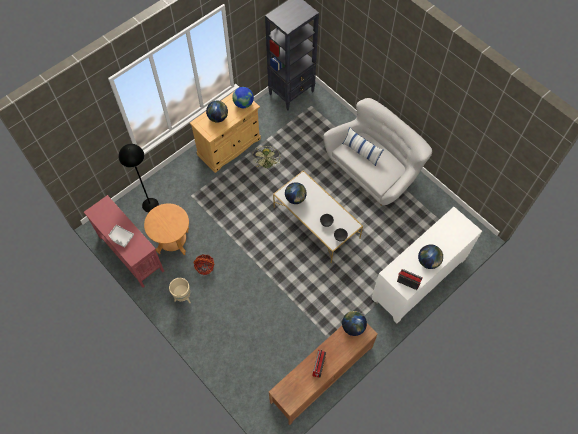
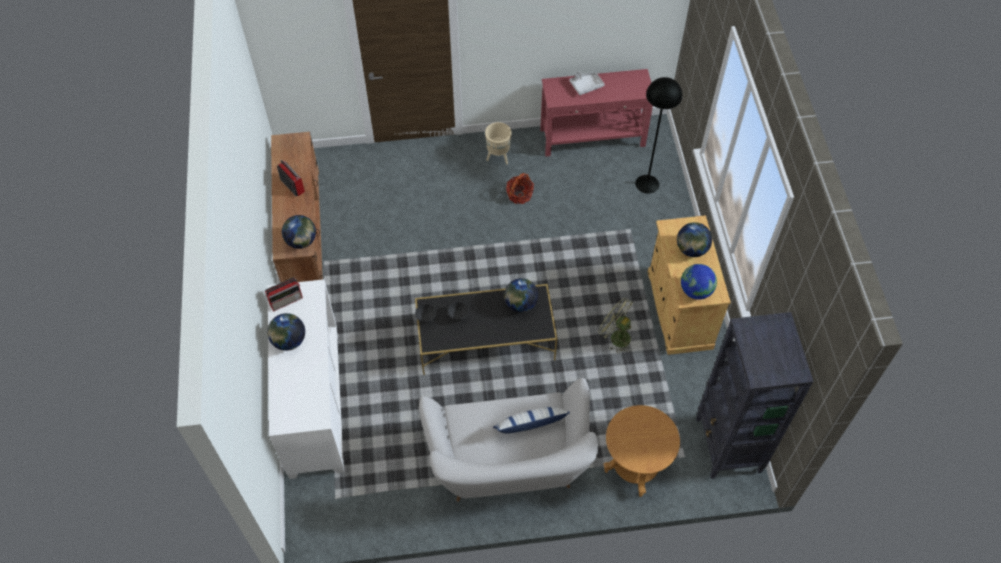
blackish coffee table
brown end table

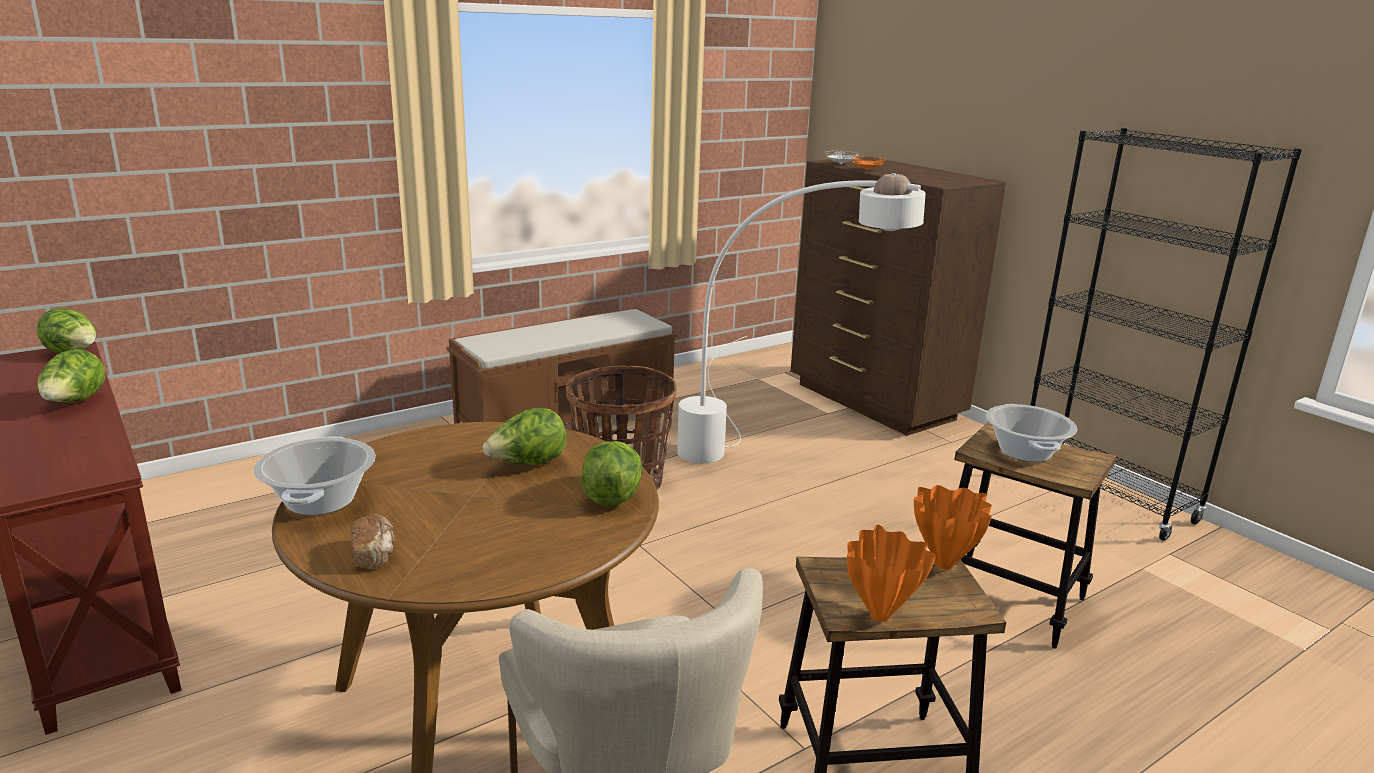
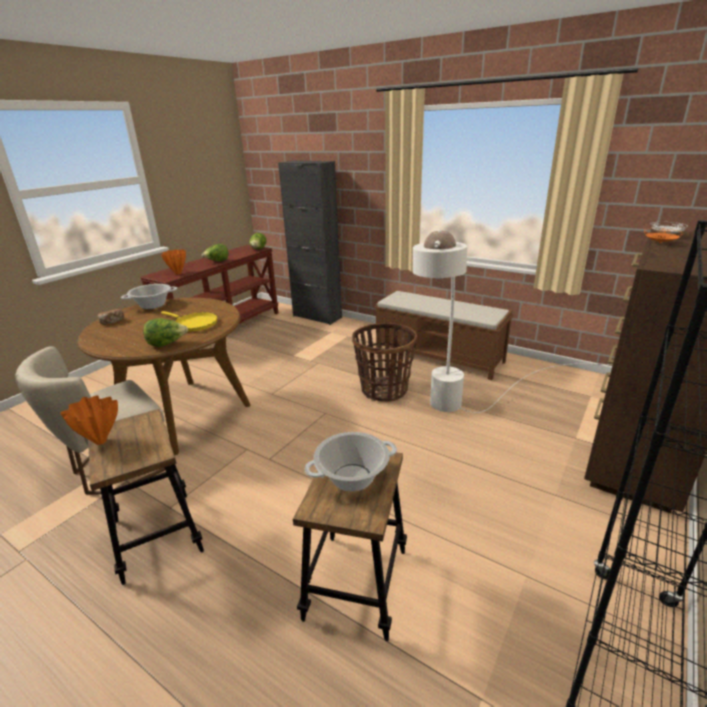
orange-coloured flower vase (no. 2 from left)
yellowish skillet
blackish cupboard

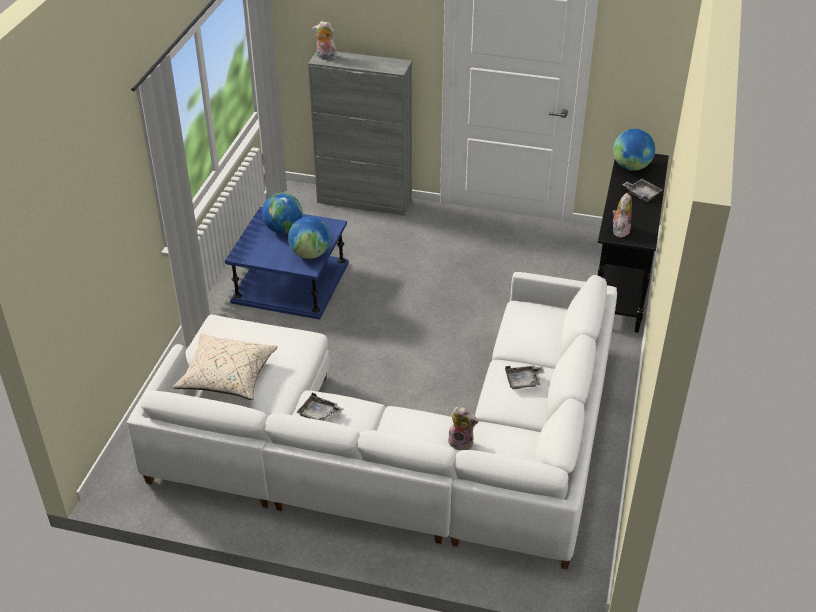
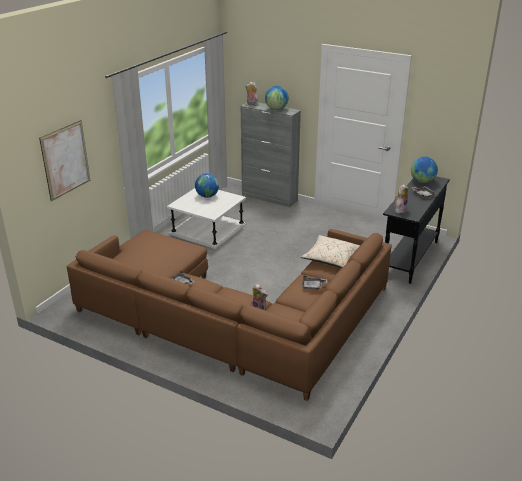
wall art
brown couch
whitish end table
globe (no. 2 from left)
beige pillow

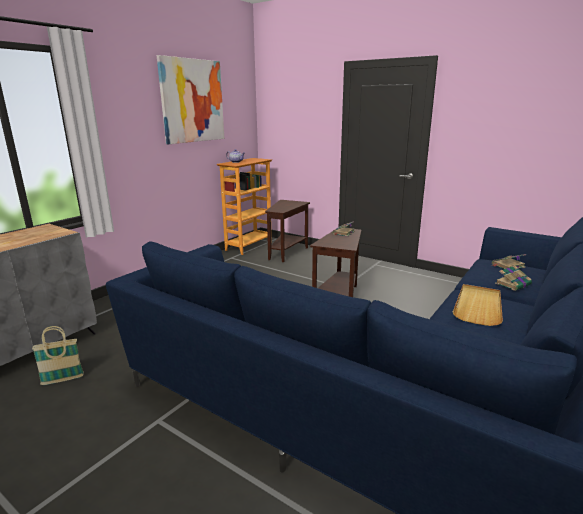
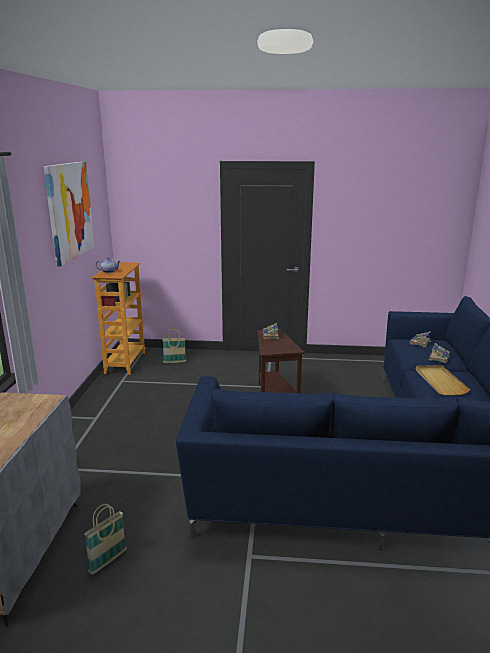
basket (no. 2 from left)

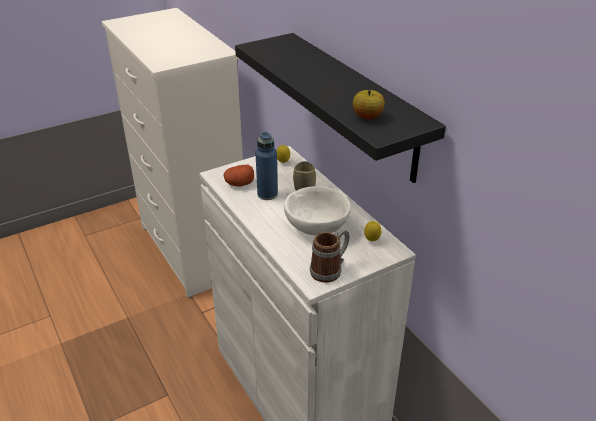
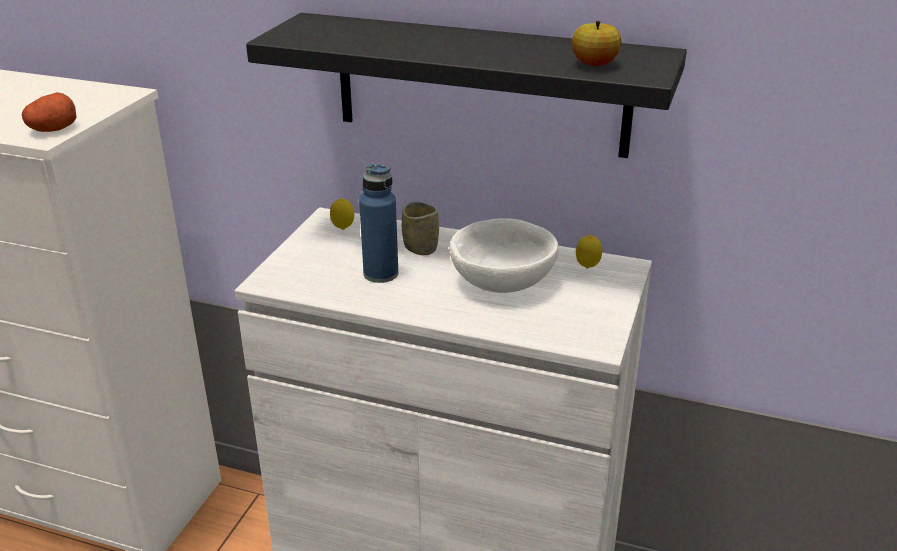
spud
mug

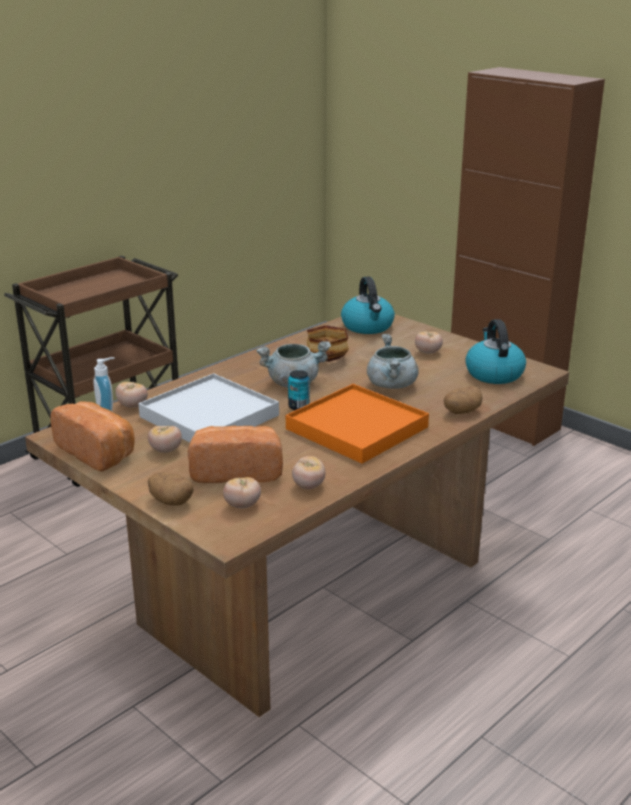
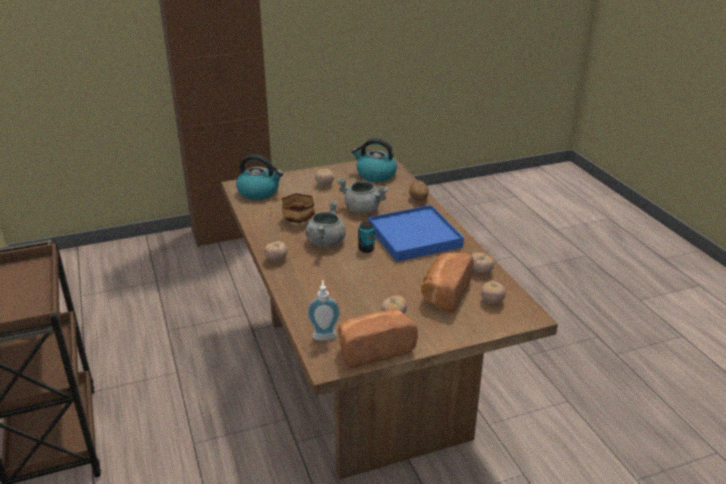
tomato (no. 1 from left)
blue tray
whitish tray
spud (no. 1 from left in the first image)

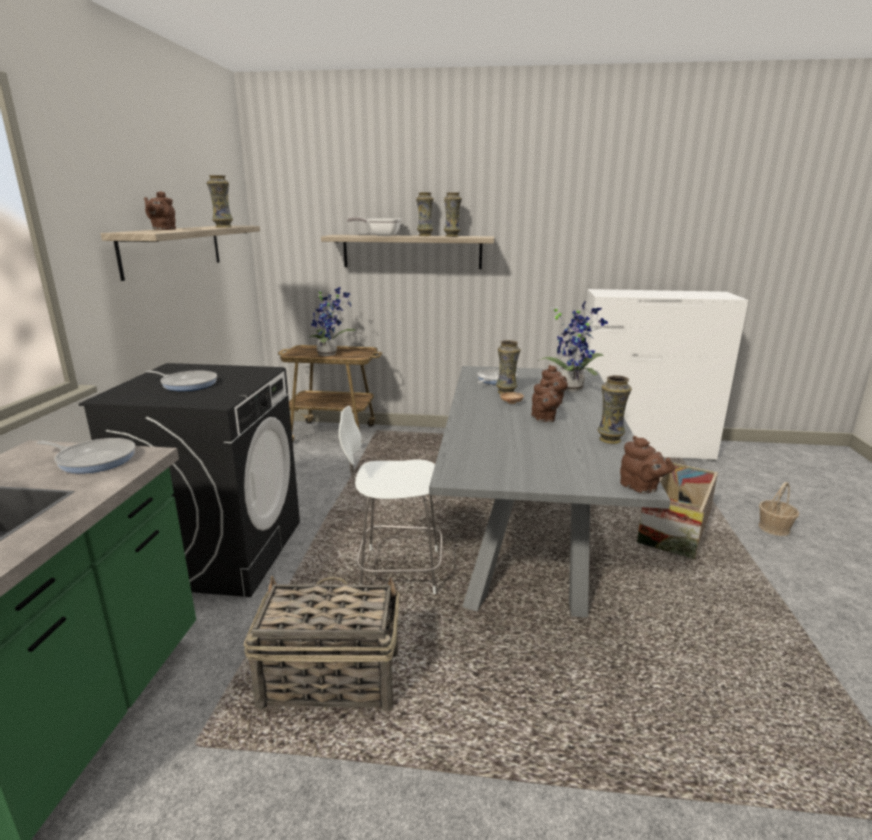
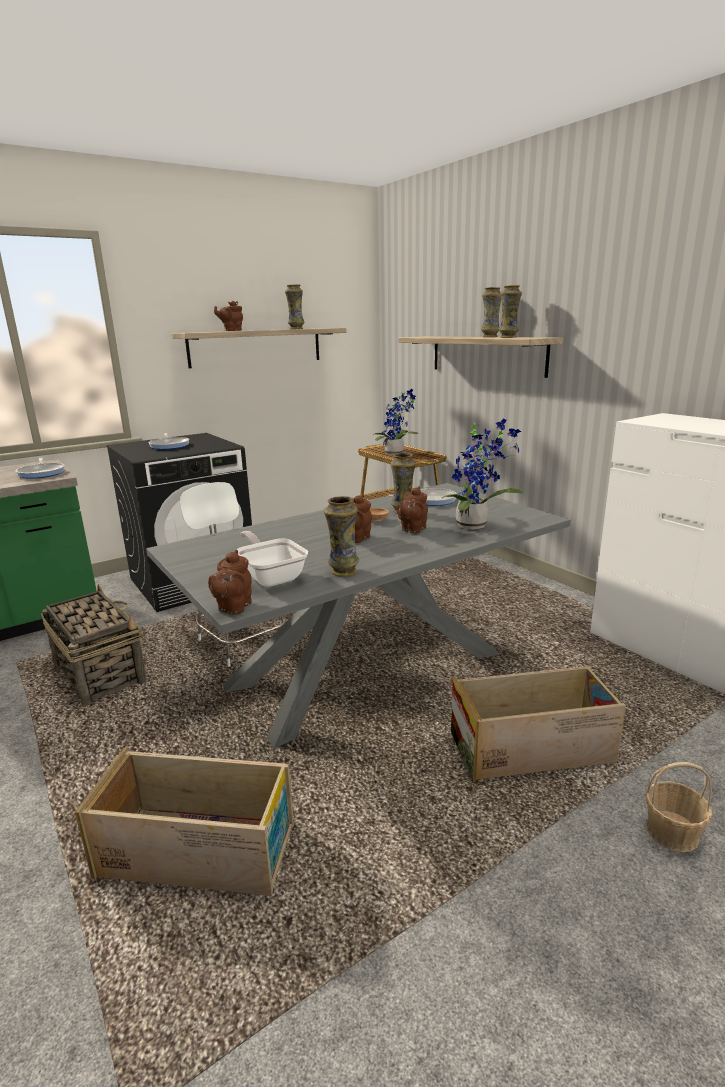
shipping crate (no. 1 from left)
skillet (no. 3 from left)

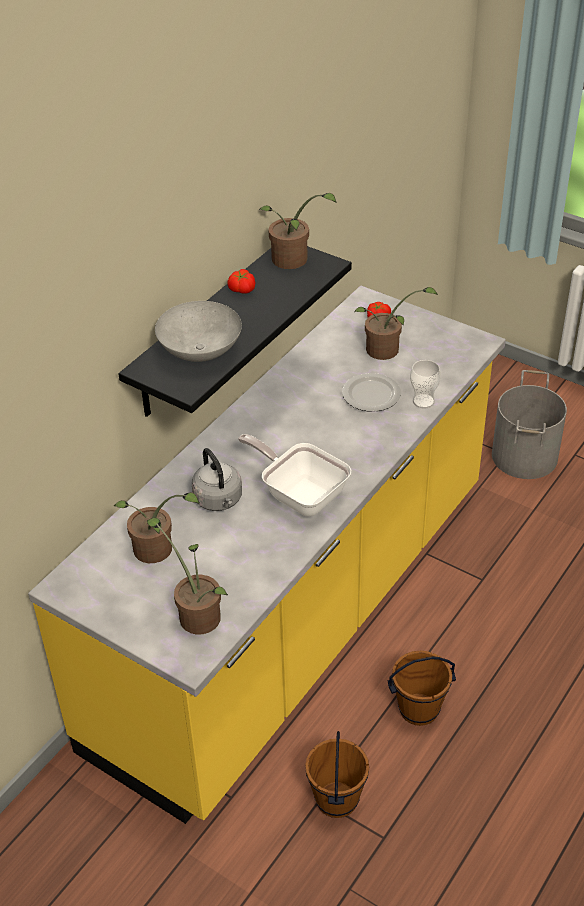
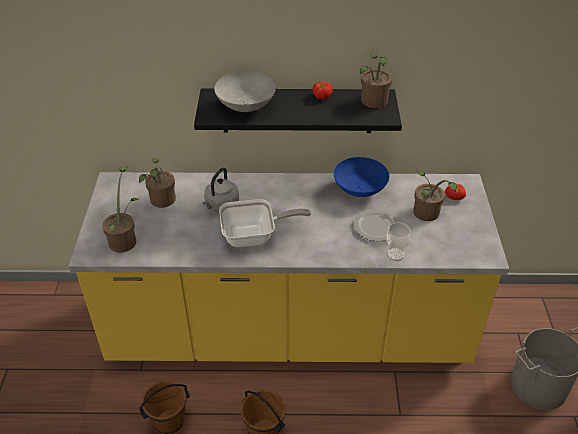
skillet
blue bowl

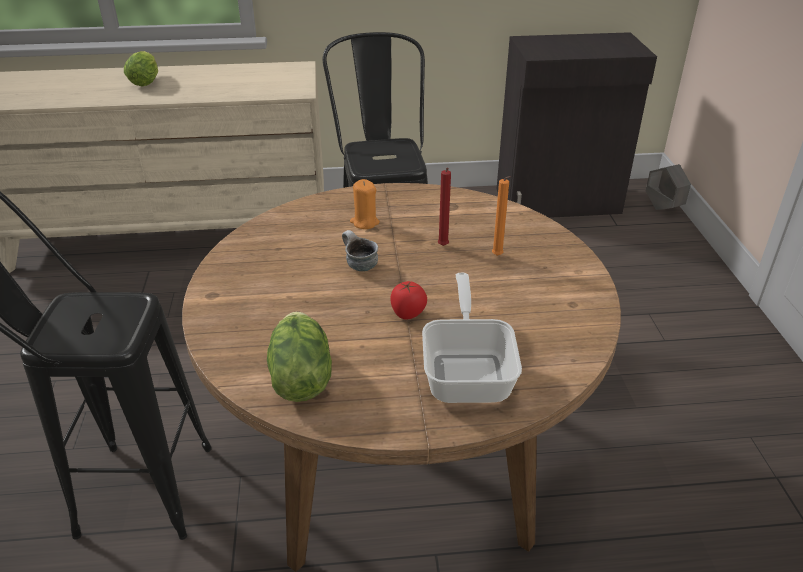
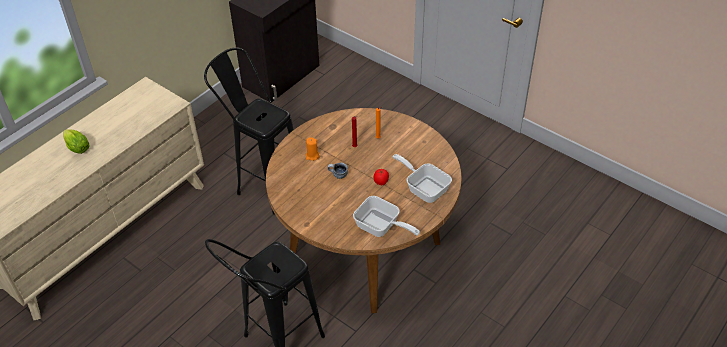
skillet (no. 1 from left)
greyish flower pot

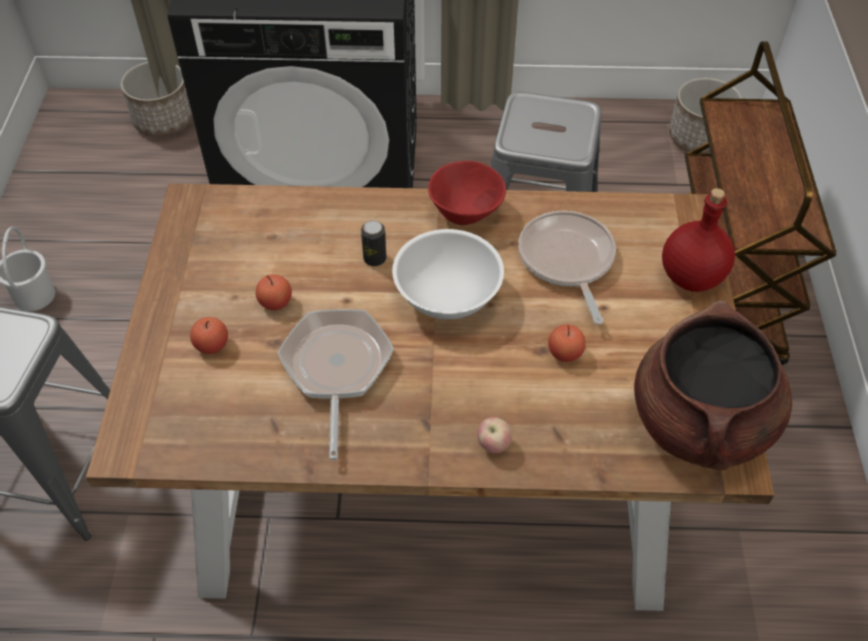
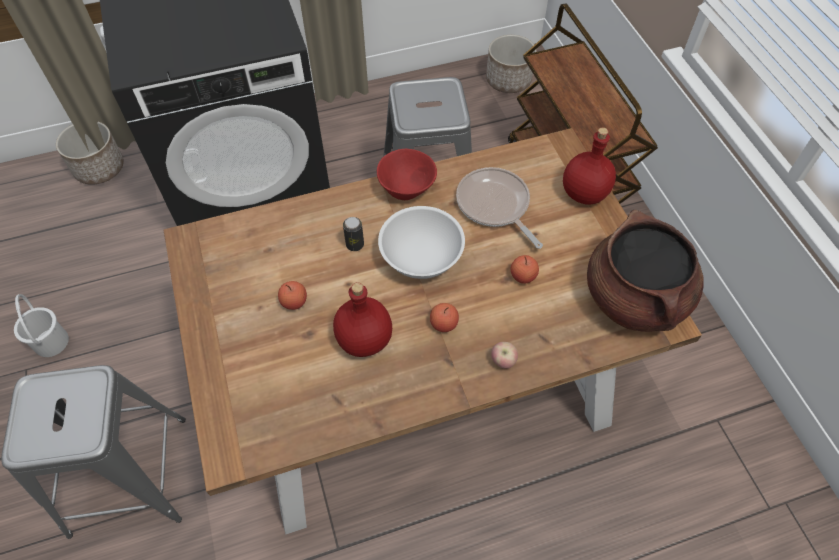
red-coloured drink bottle (no. 1 from left)
apple fruit (no. 2 from left)

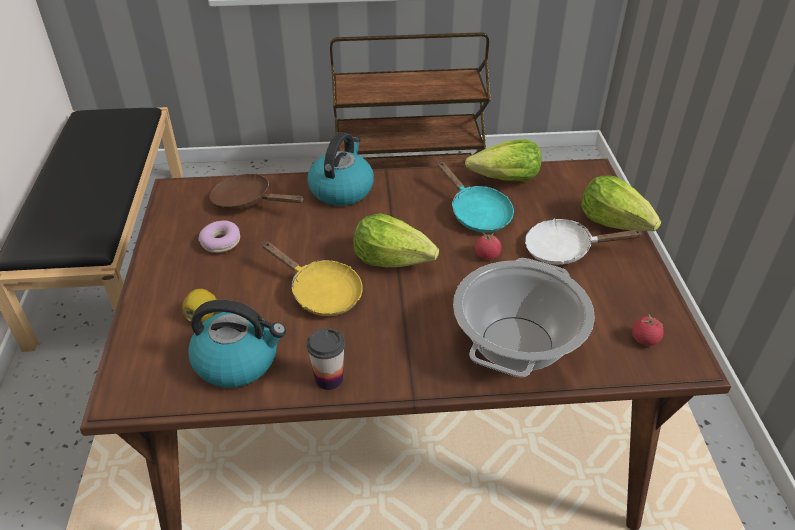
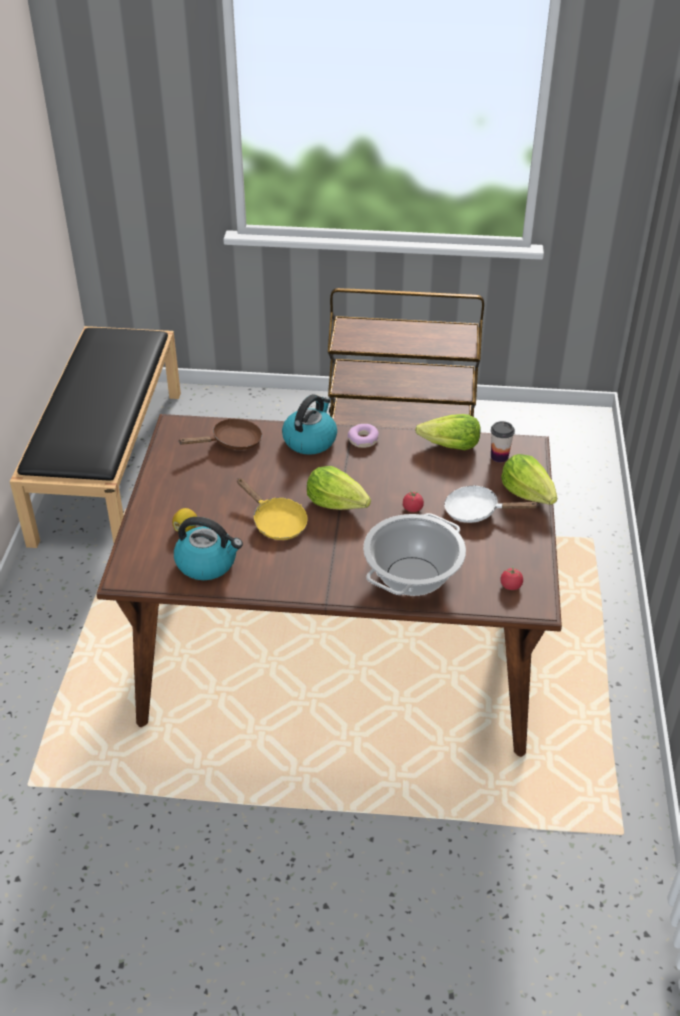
brown skillet
ring doughnut
cup
turquoise skillet

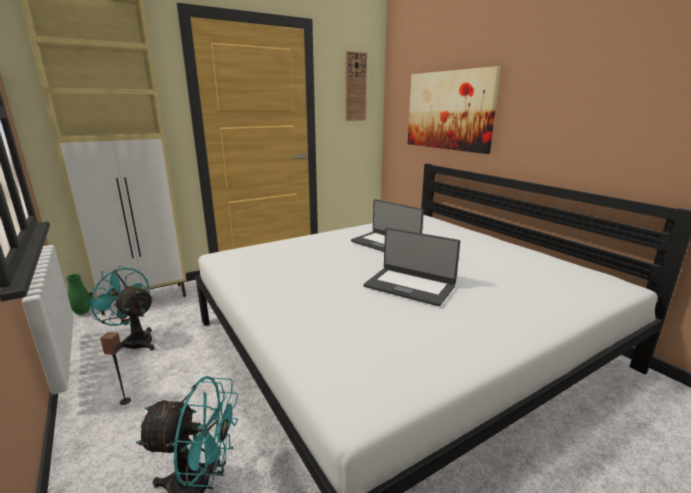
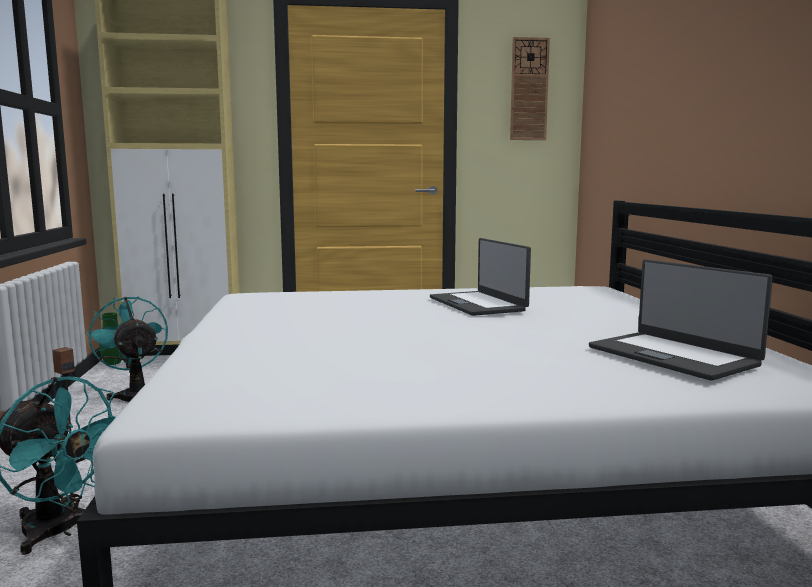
notebook computer (no. 2 from left)
wall art

